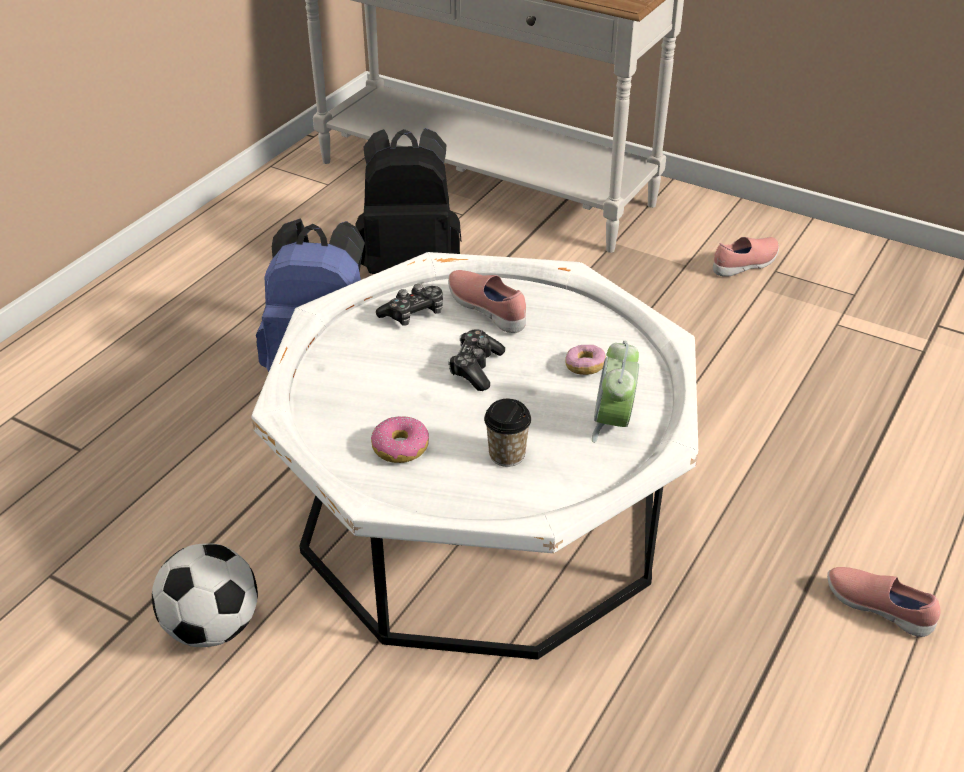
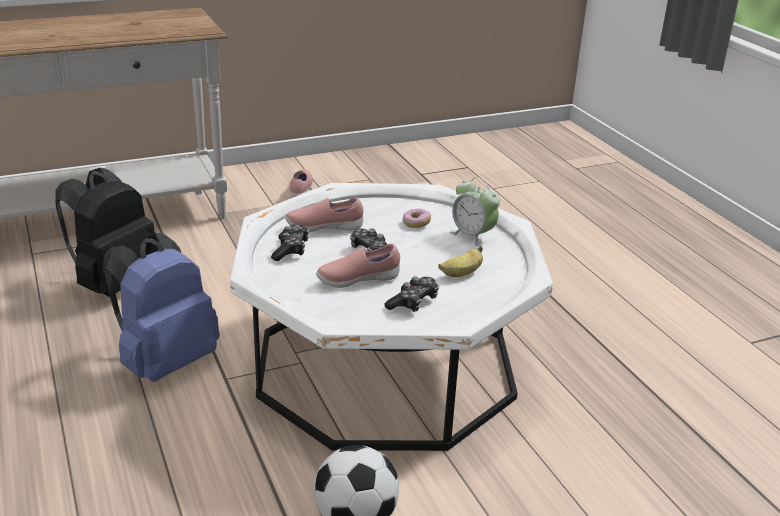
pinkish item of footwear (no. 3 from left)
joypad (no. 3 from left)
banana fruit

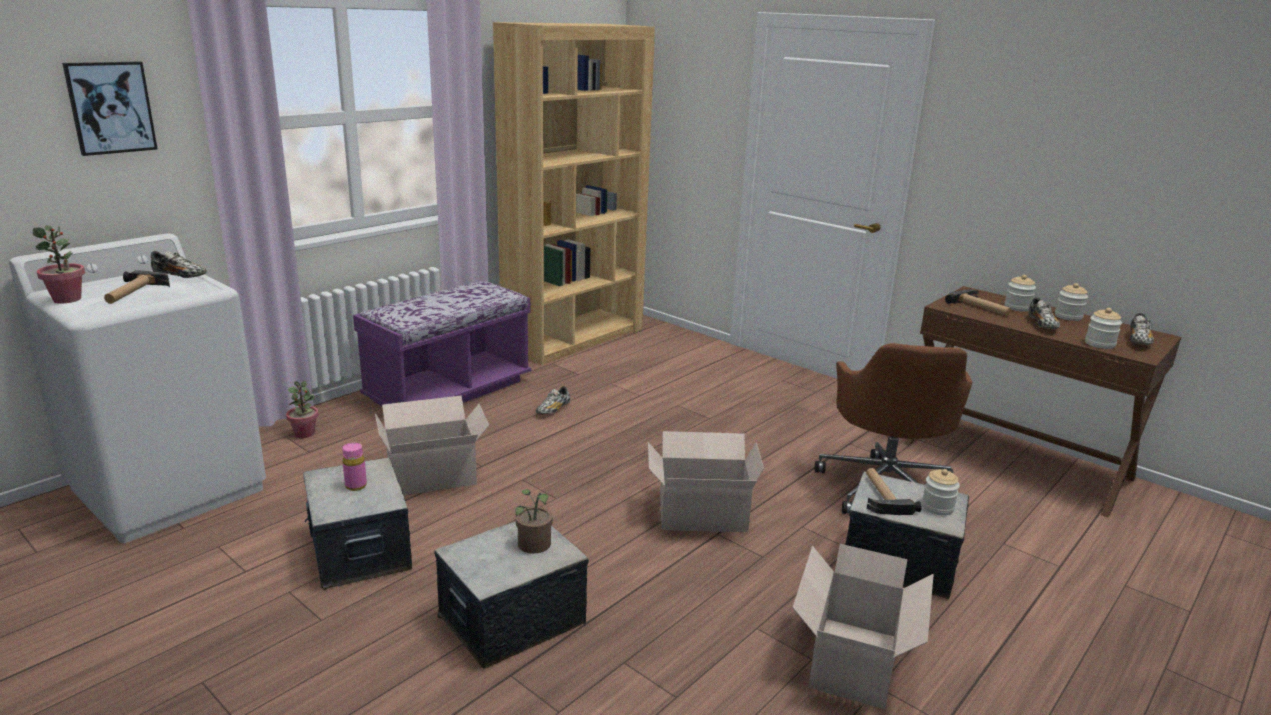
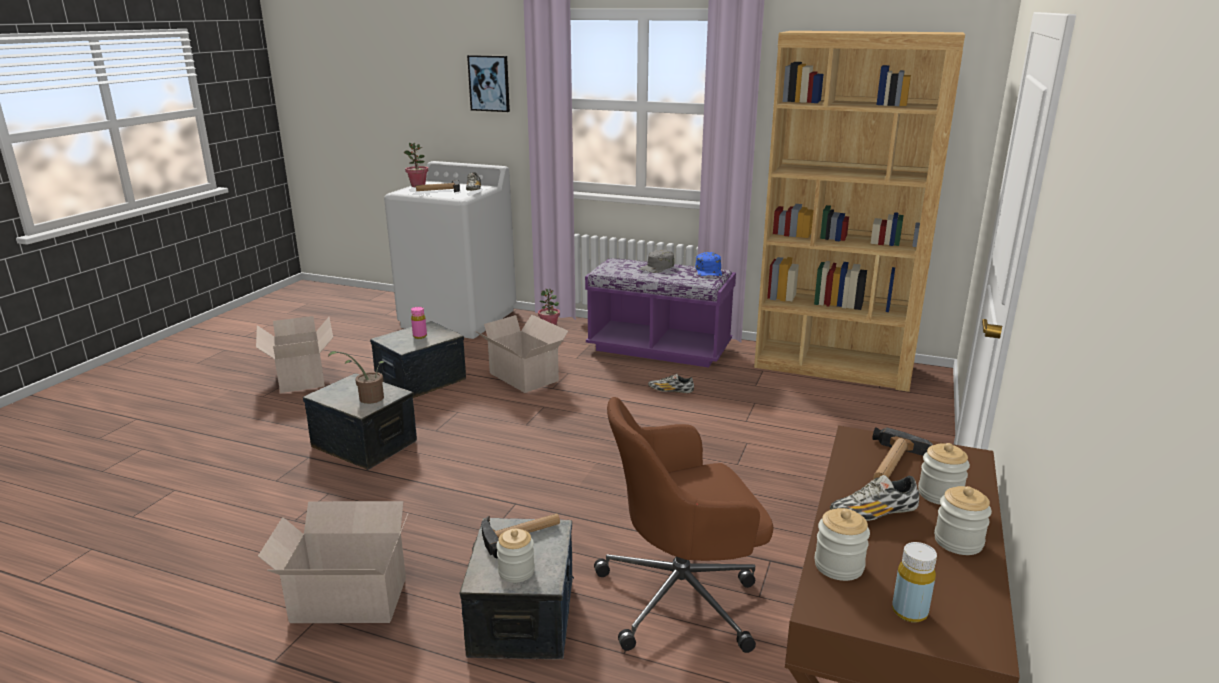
carton (no. 1 from left)
greyish cap
blue cap
yellowish drink bottle

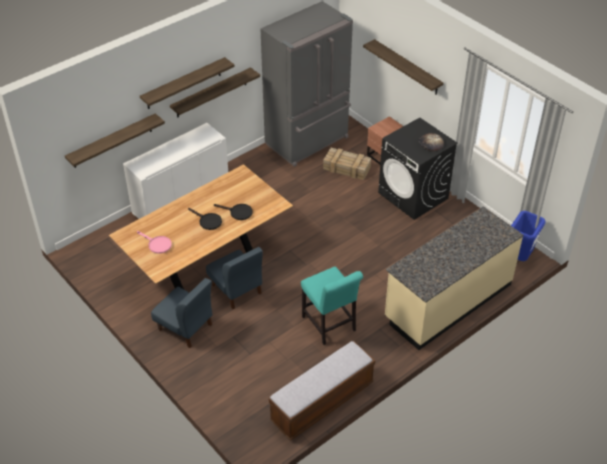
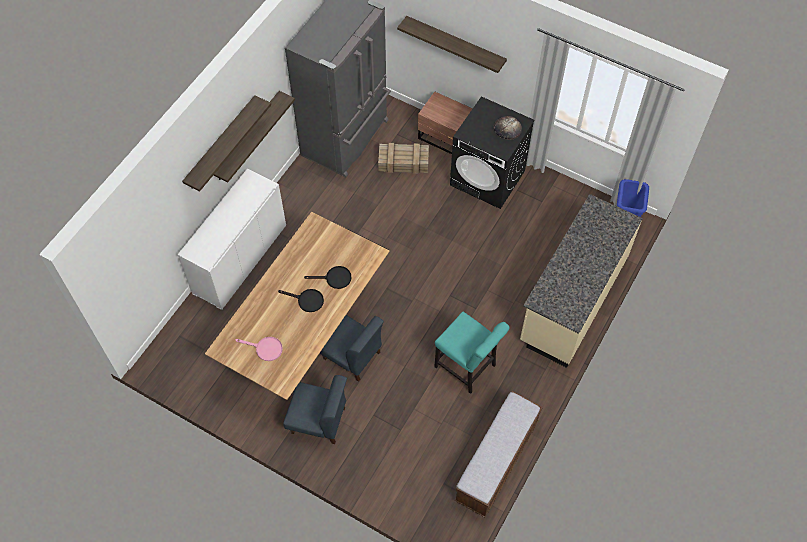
wall shelf (no. 1 from left in the first image)

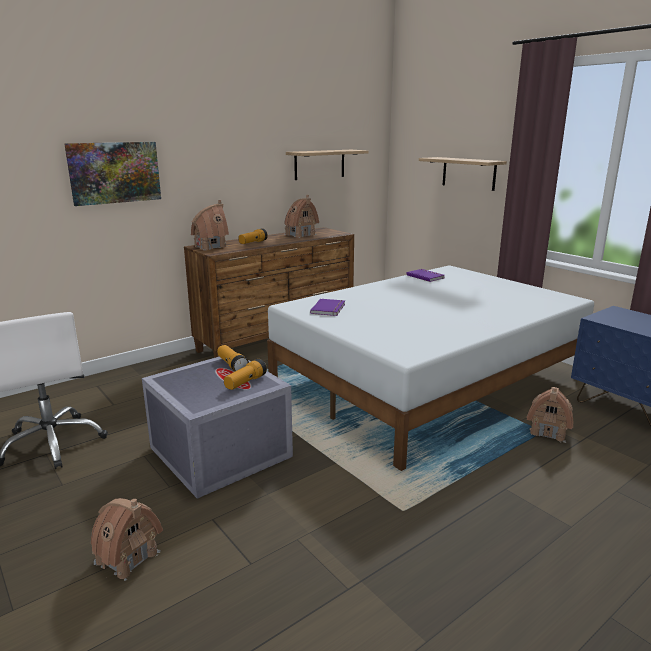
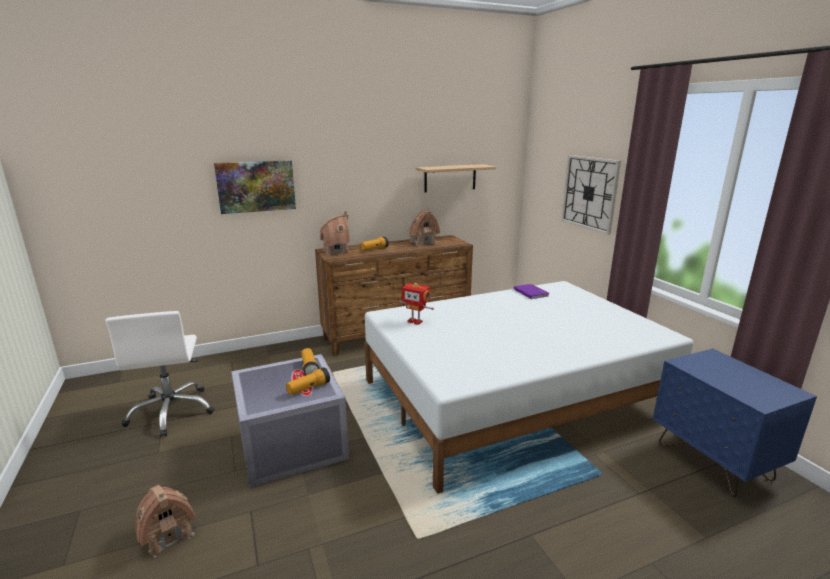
toy robot
clock on the wall
toy house (no. 4 from left in the first image)

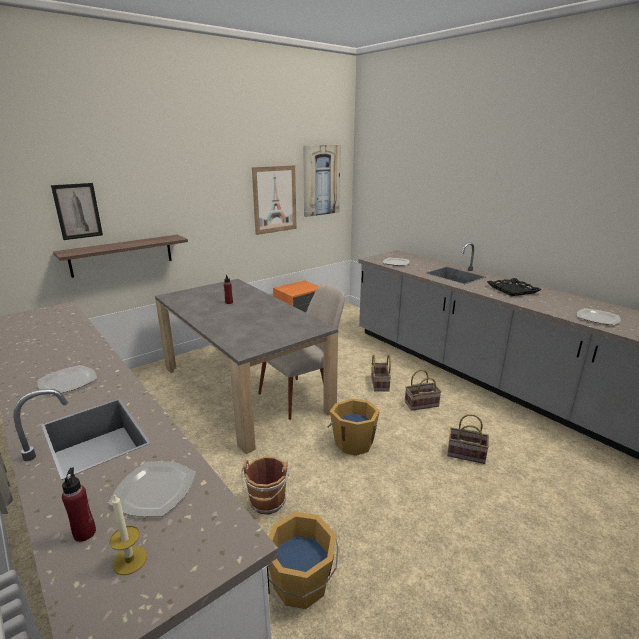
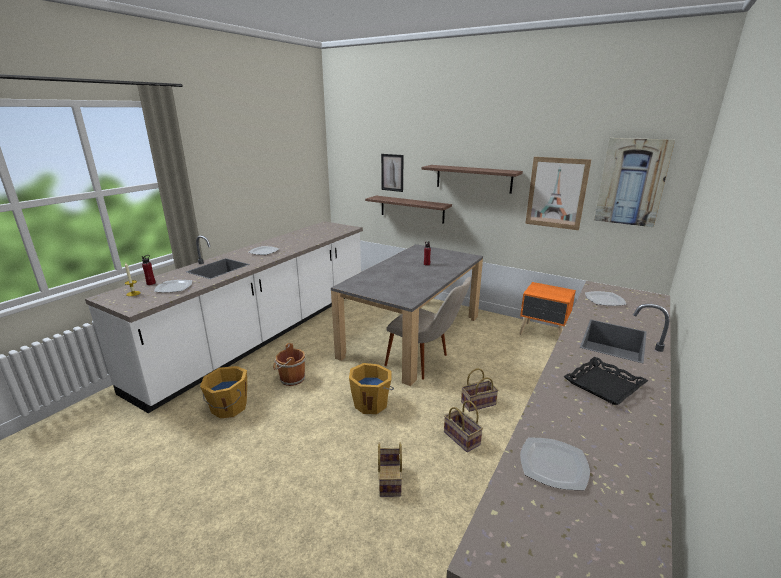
wall shelf (no. 2 from left)

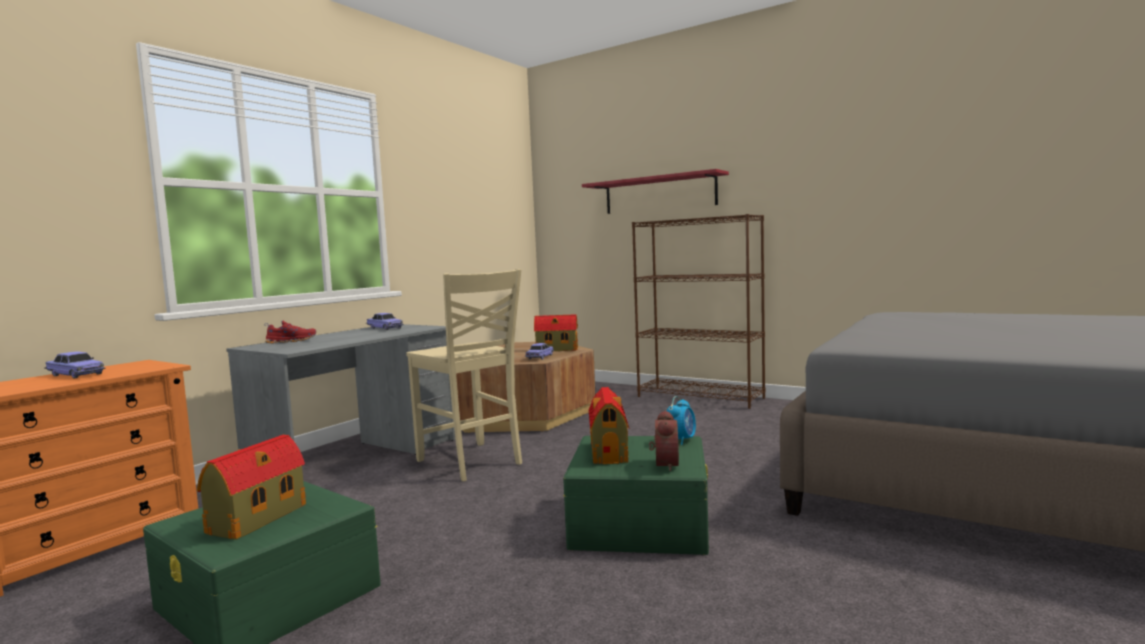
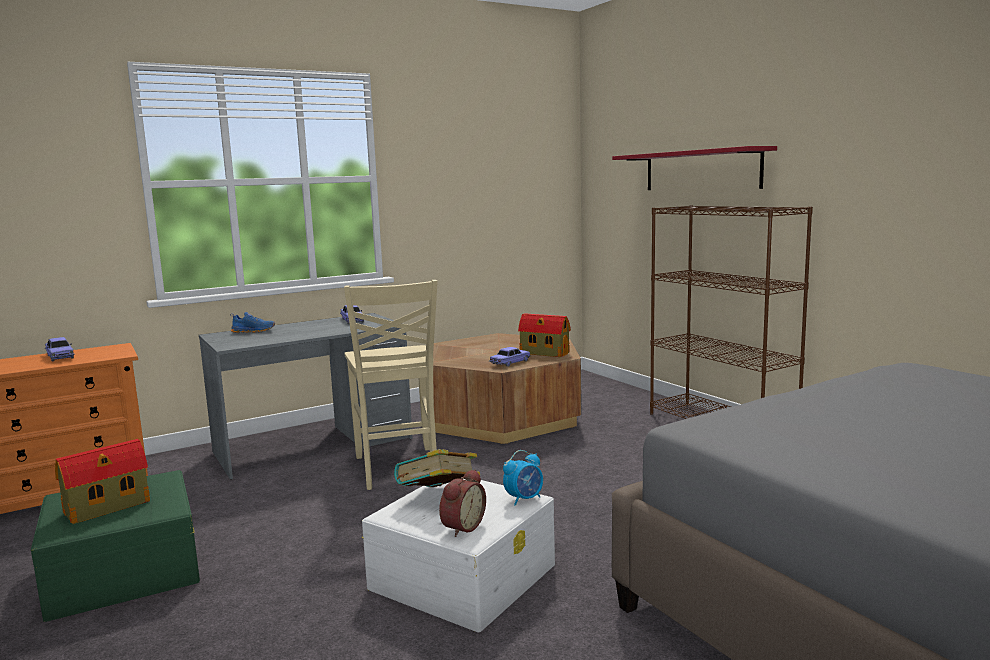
blue item of footwear
whitish storage container
bound book

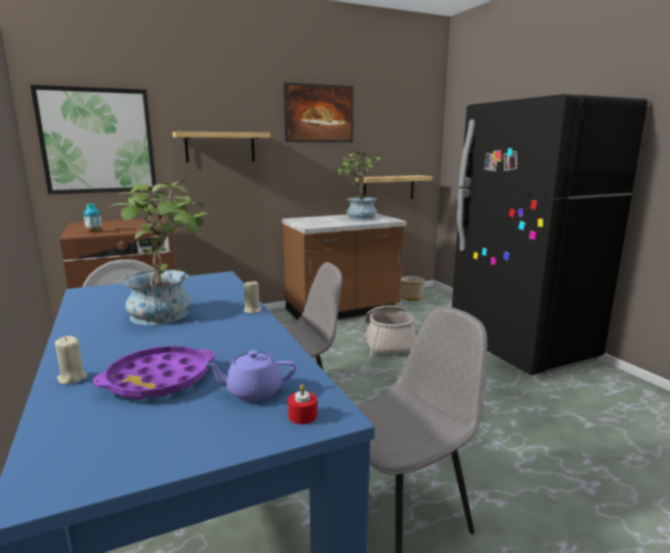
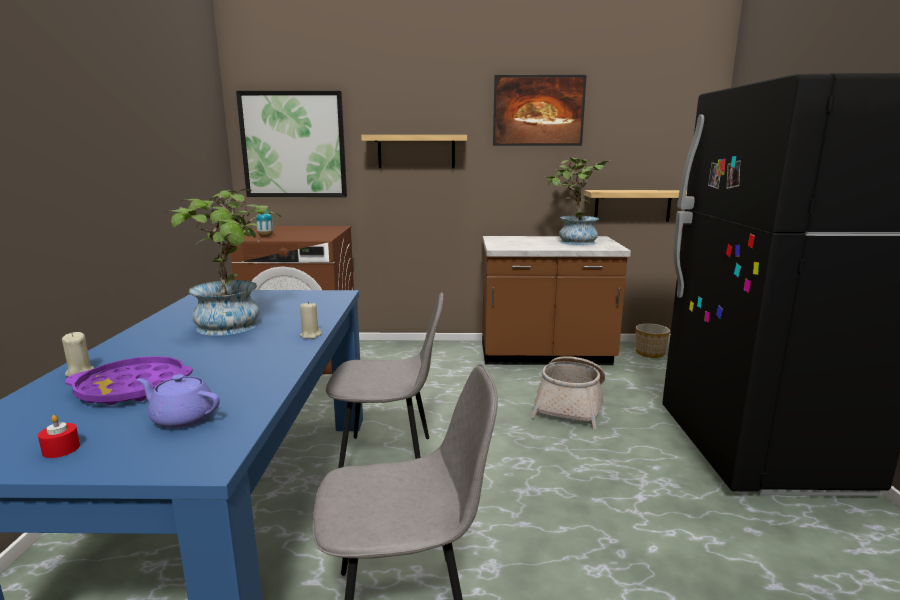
red-coloured wax candle

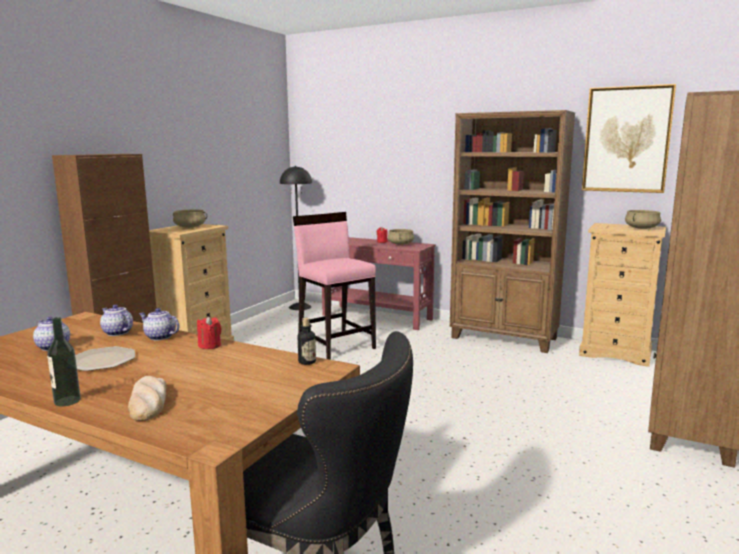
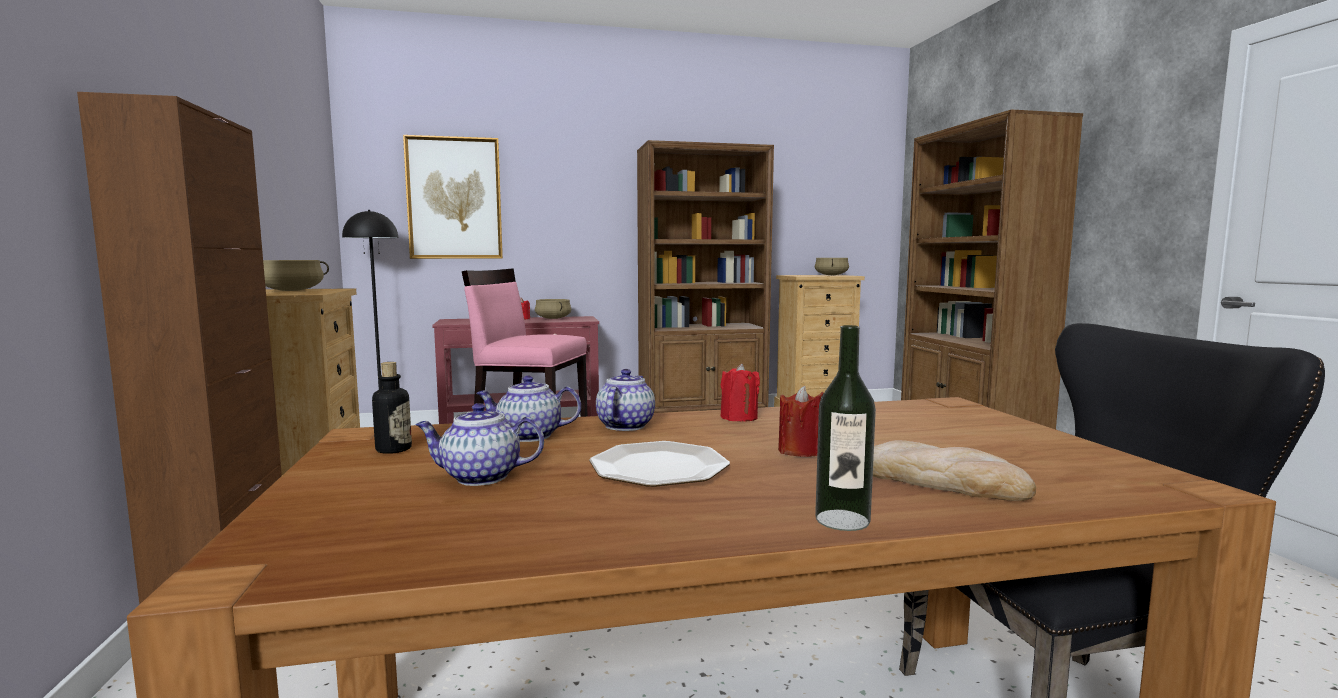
drink bottle (no. 1 from left)
wall art
teapot (no. 3 from left)
red-coloured wax candle (no. 3 from left)

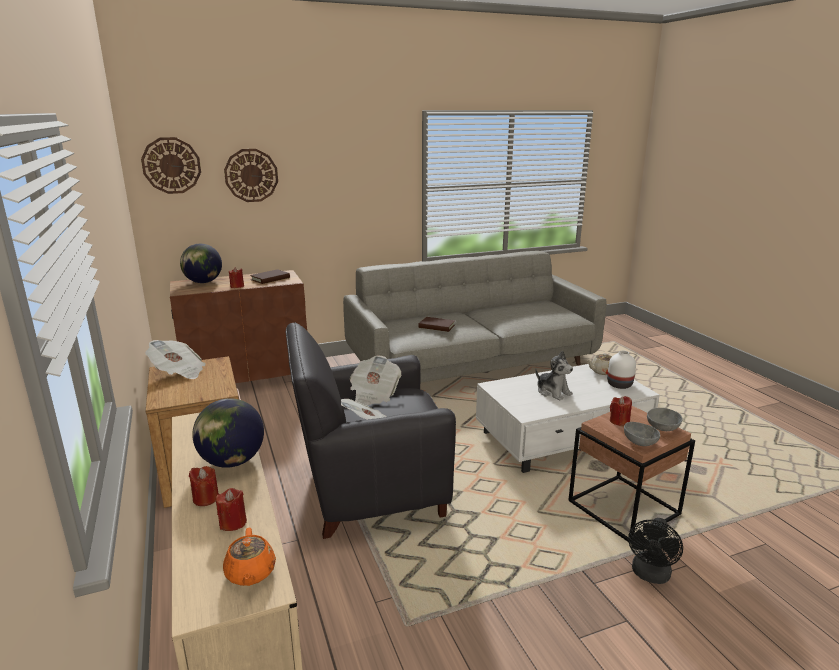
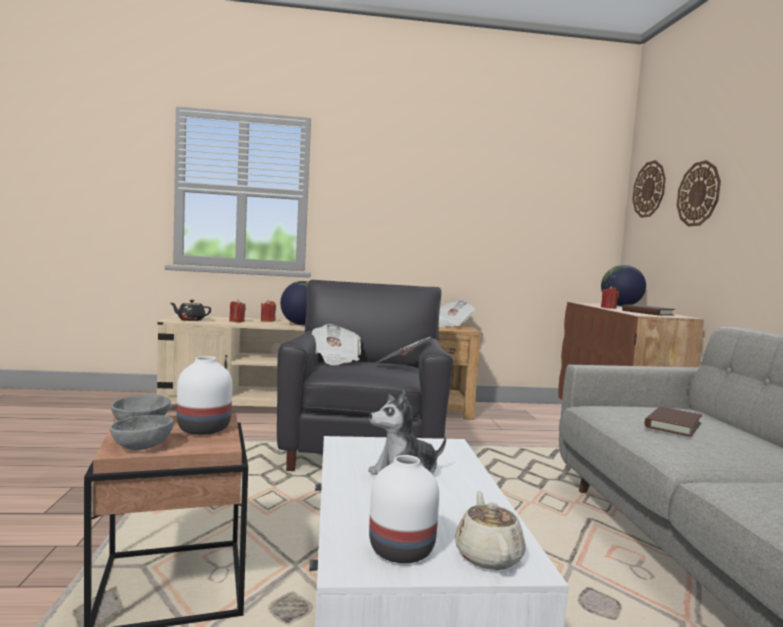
blackish teapot
whitish flower vase (no. 1 from left)
blackish fan

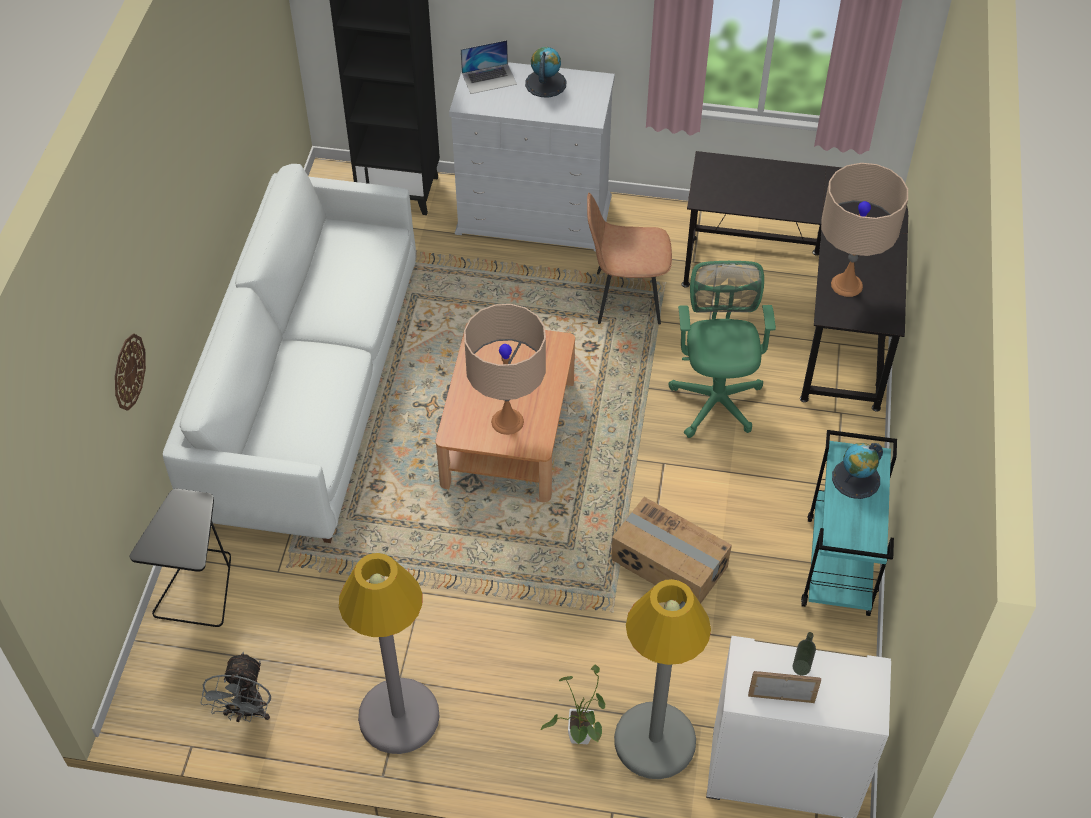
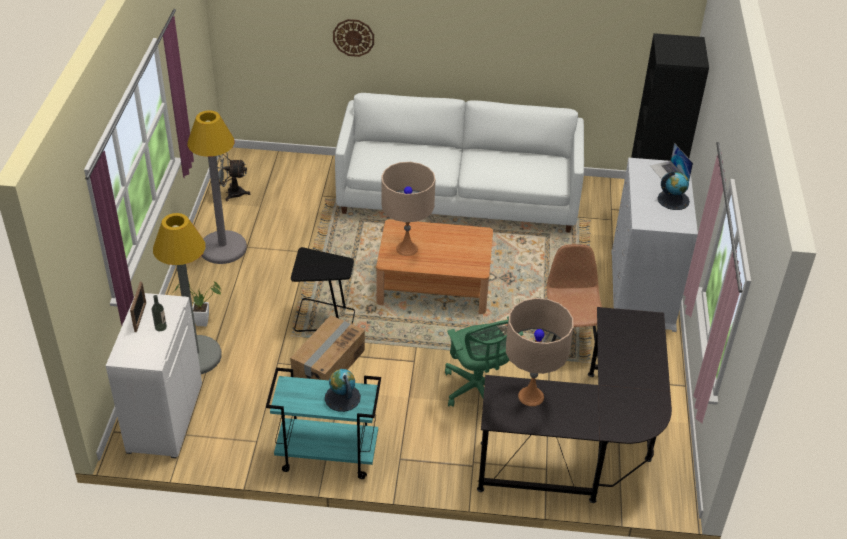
blackish end table
greenish office chair

